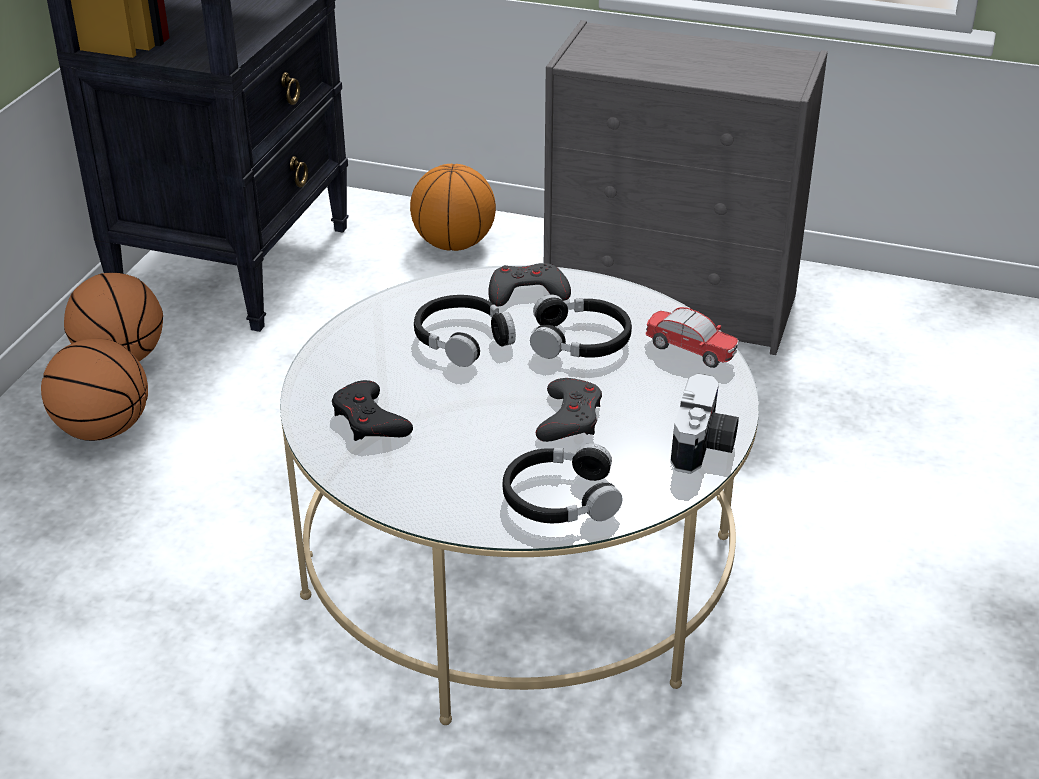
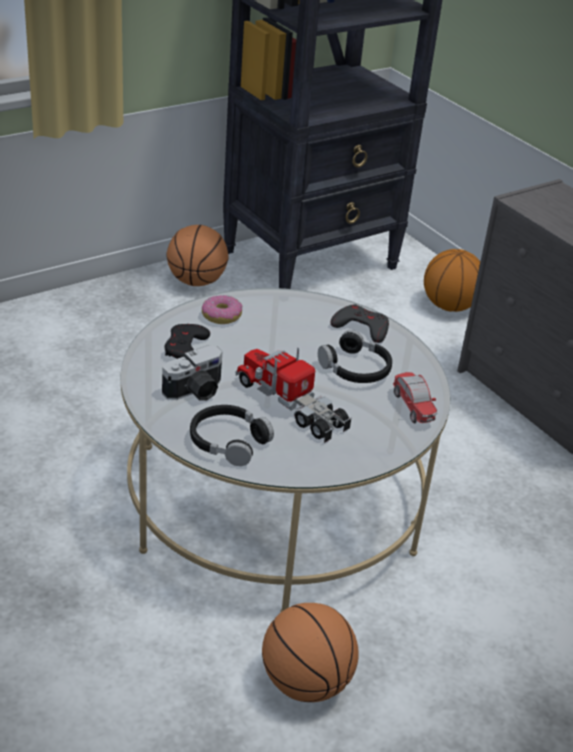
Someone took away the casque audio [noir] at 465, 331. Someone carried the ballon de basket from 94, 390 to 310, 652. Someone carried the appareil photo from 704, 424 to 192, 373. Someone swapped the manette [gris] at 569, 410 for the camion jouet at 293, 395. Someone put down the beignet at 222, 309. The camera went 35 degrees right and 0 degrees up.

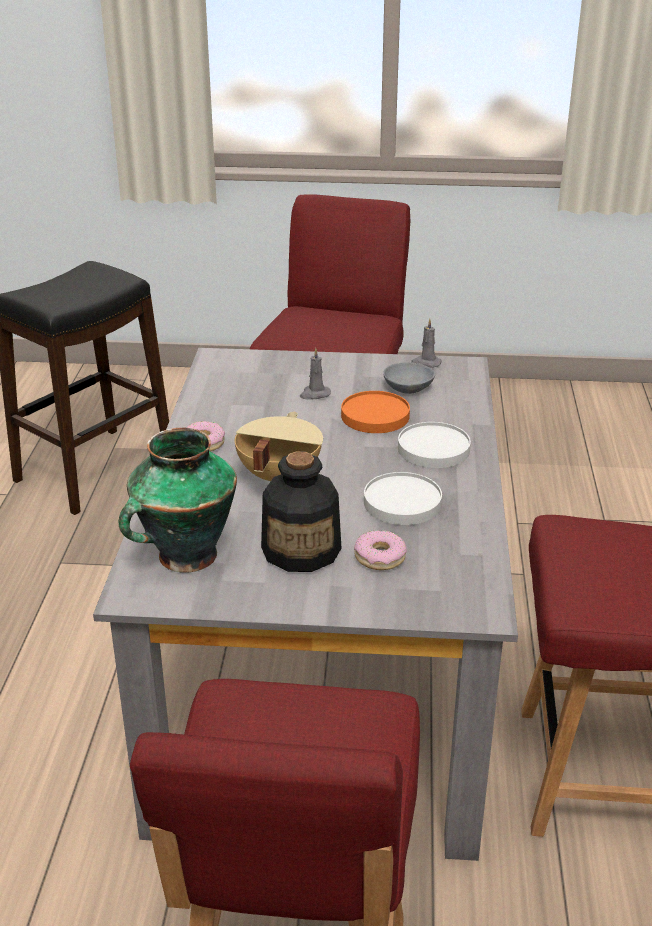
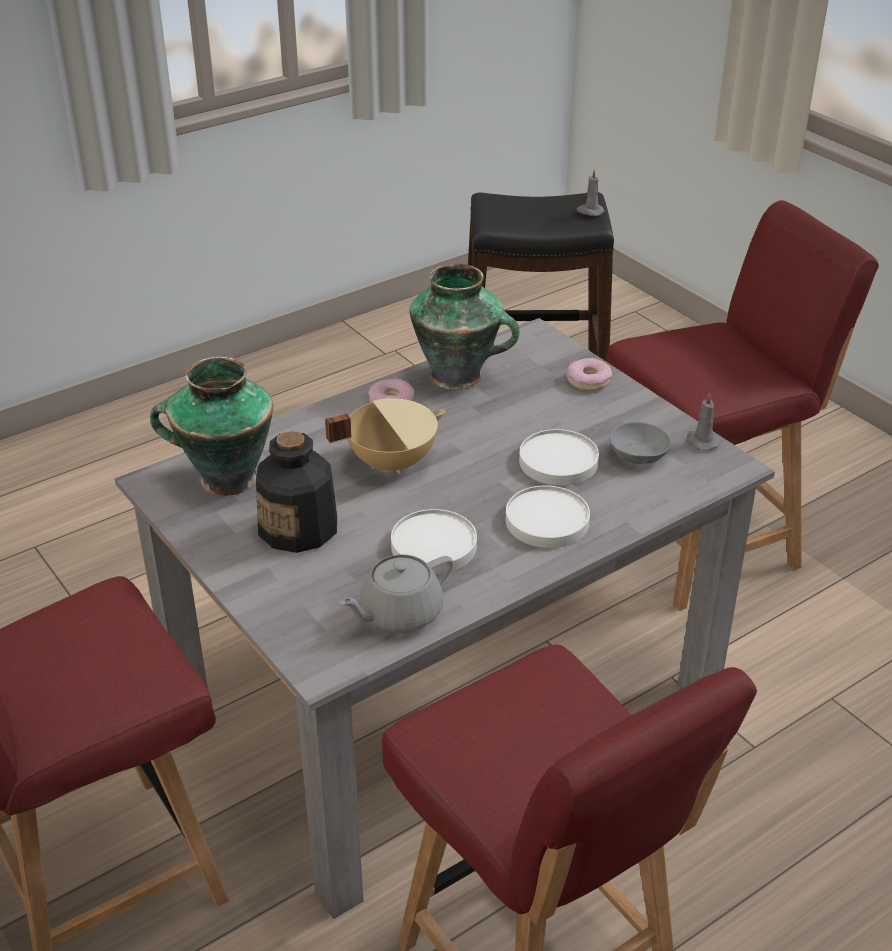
Someone carried the bougie [gris] from 315, 373 to 591, 192. Someone repainted the assiette [orange] at 375, 412, which became the assiette [blanc] at 559, 457. Someone carried the beignet from 380, 550 to 589, 374. Someone put down the vase at 464, 327. Someone put down the théière [gris] at 396, 594. The camera went 50 degrees right and 5 degrees up.

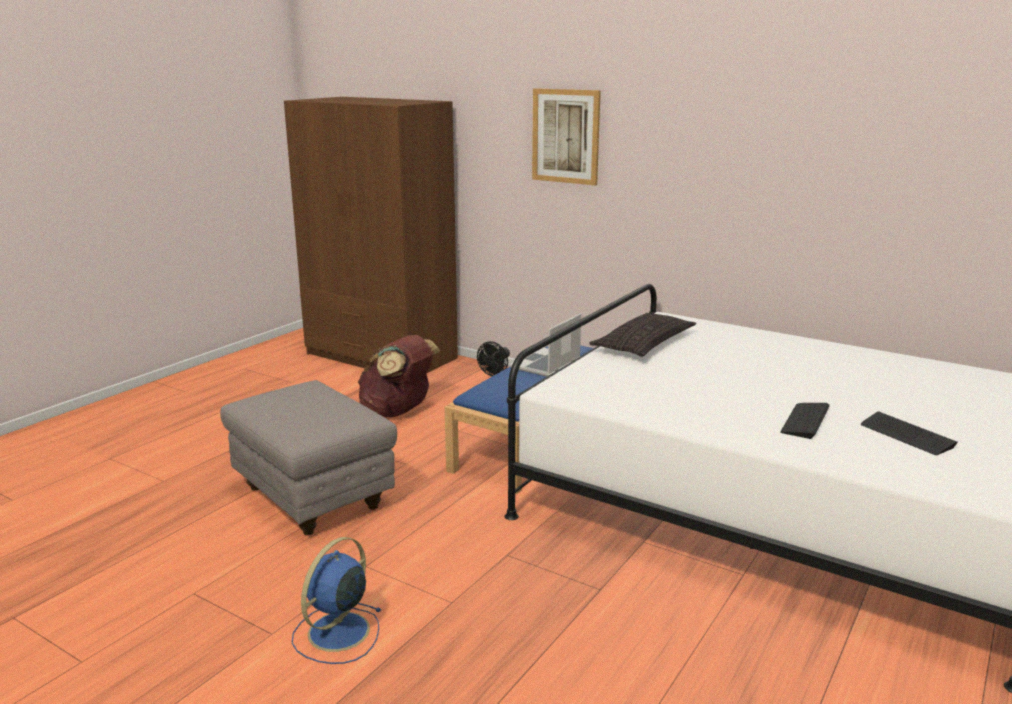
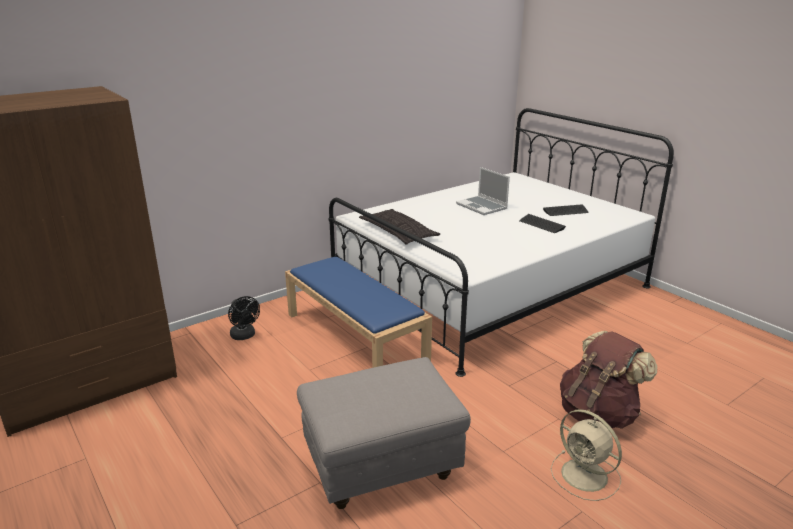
Someone took away the tableau at 566, 137. Someone carried the ordinateur portable from 545, 345 to 483, 191. Someone carried the sac à dos [marron] from 399, 376 to 608, 380. Someone repainted the ventilateur [bleu] at 336, 600, which became the ventilateur [beige] at 586, 455. The camera went 70 degrees left and 5 degrees up.

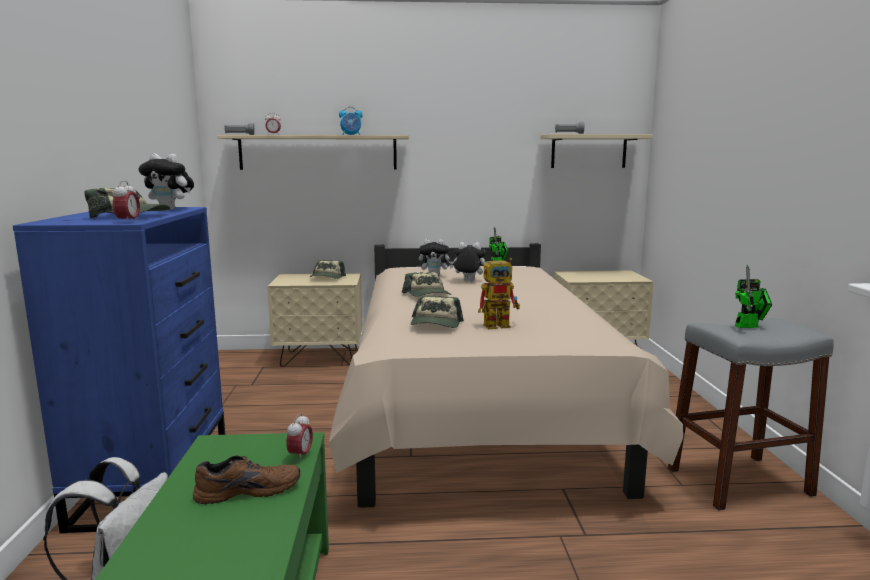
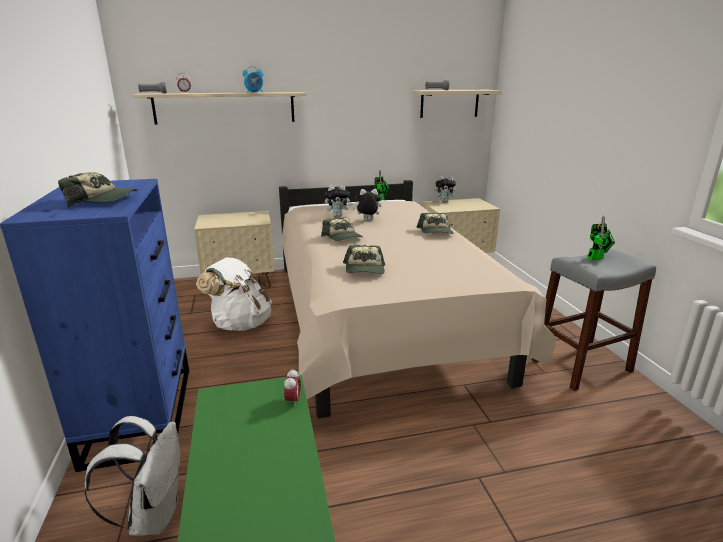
Someone carried the peluche from 166, 181 to 446, 189. Someone took away the réveil at 126, 202. Someone took away the robot jouet at 499, 293. Someone carried the casquette from 328, 269 to 435, 223. Someone took away the chaussure [marron] at 246, 479. Someone put down the sac à dos [blanc] at 234, 294. The camera went 10 degrees left and 10 degrees up.

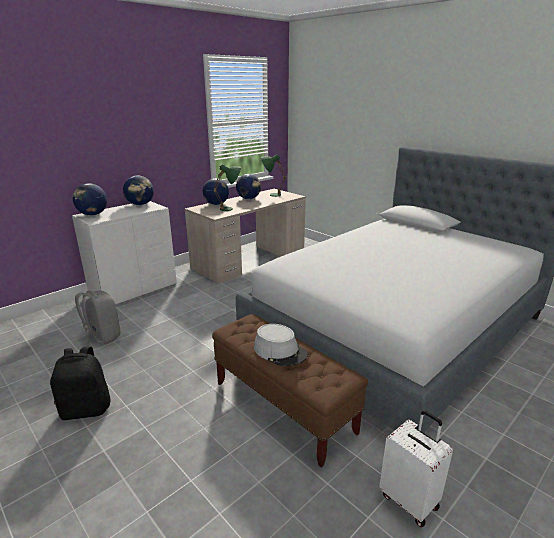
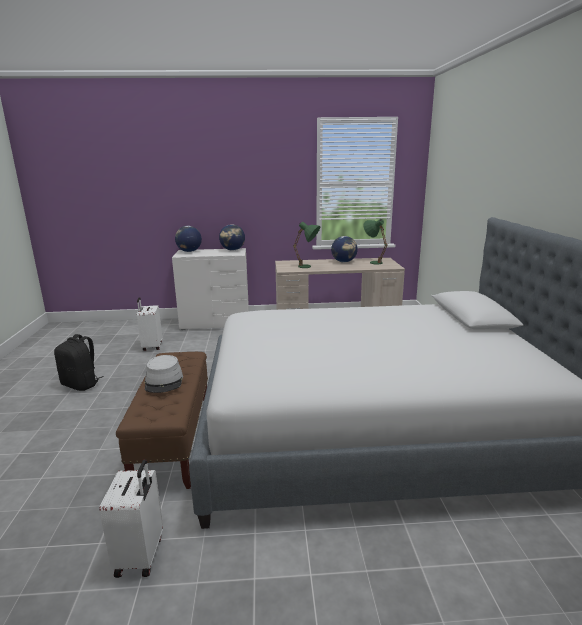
Someone took away the globe at 216, 191. Someone swapped the sac à dos [gris] at 97, 318 for the valise [blanc] at 149, 324. The camera went 40 degrees right and 5 degrees down.

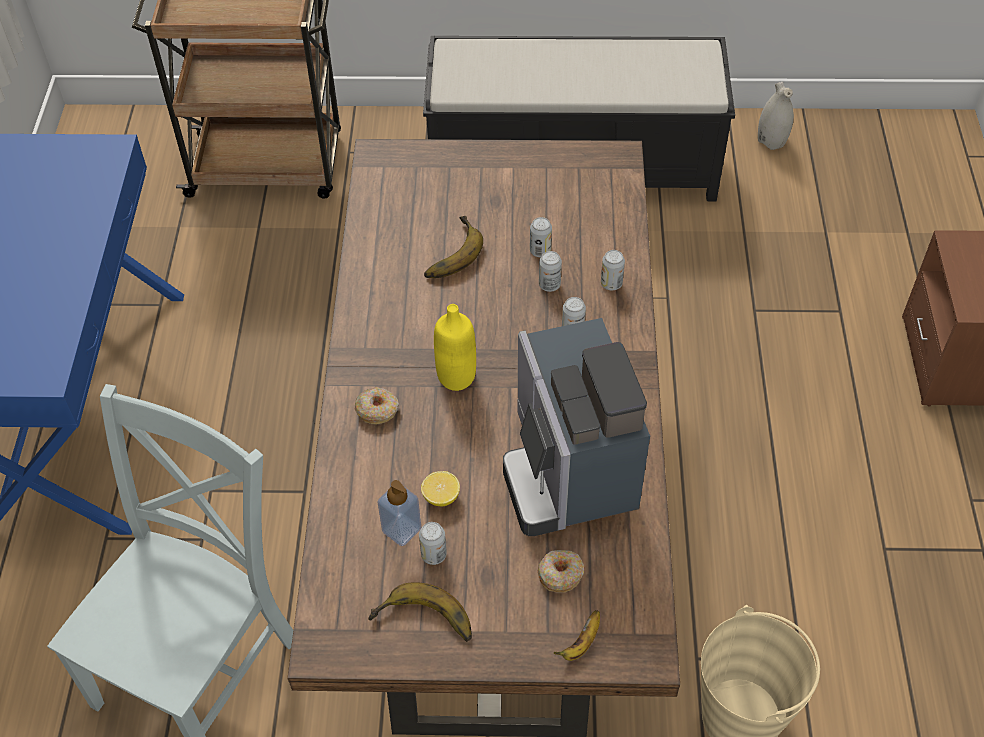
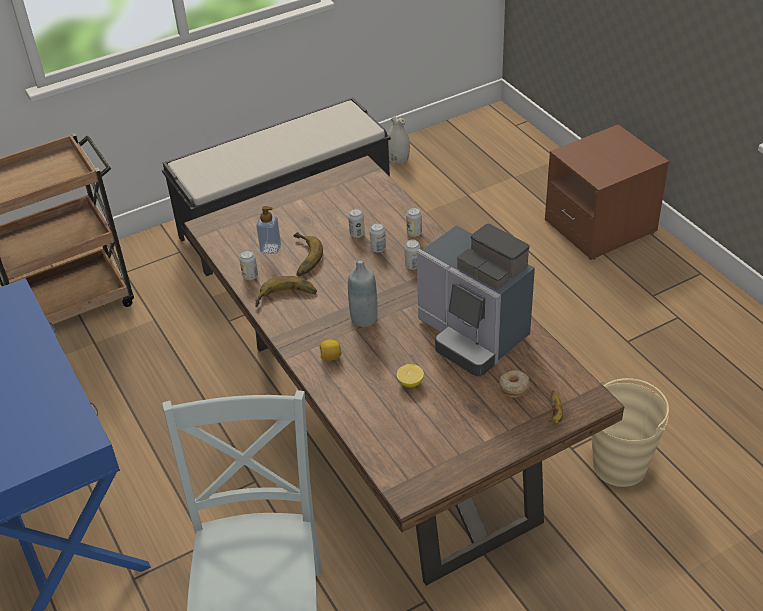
Someone repainted the bouteille [jaune] at 455, 347, which became the bouteille [gris] at 363, 292. Someone swapped the beignet at 377, 405 for the citron at 331, 350. Someone carried the distributeur de savon from 399, 513 to 268, 230. Someone carried the boîte métallique from 433, 543 to 248, 265. Someone carried the banane from 420, 612 to 286, 291. The camera went 30 degrees left and 10 degrees down.

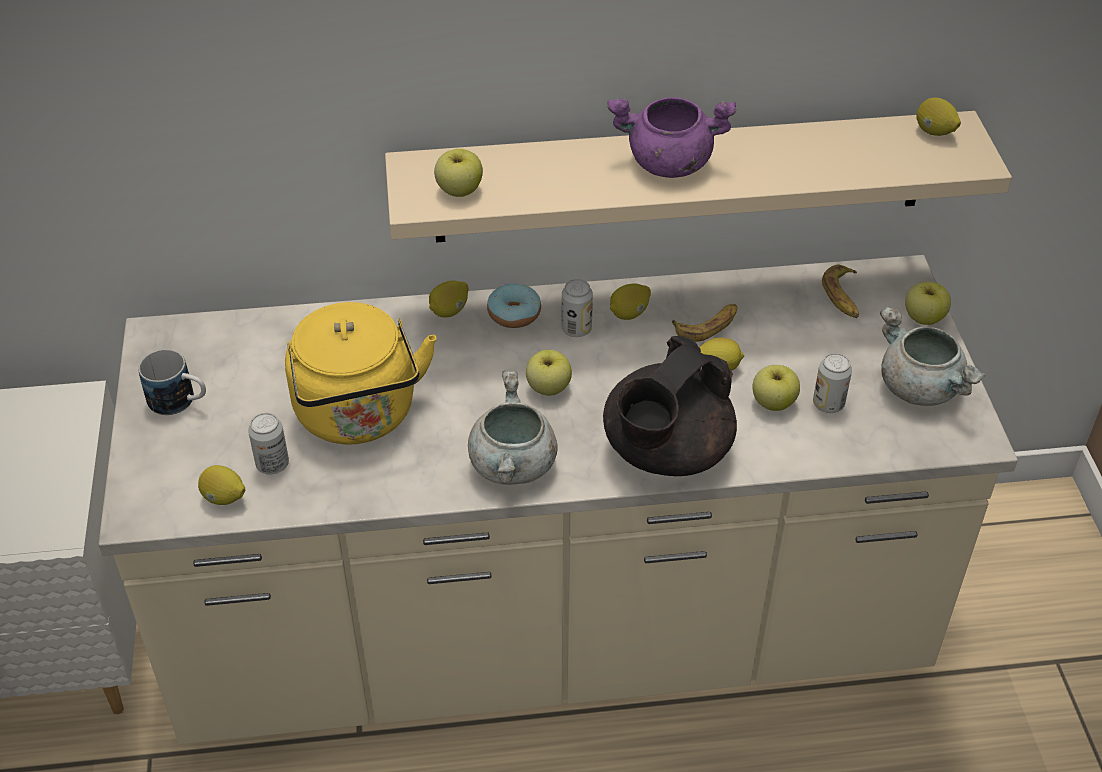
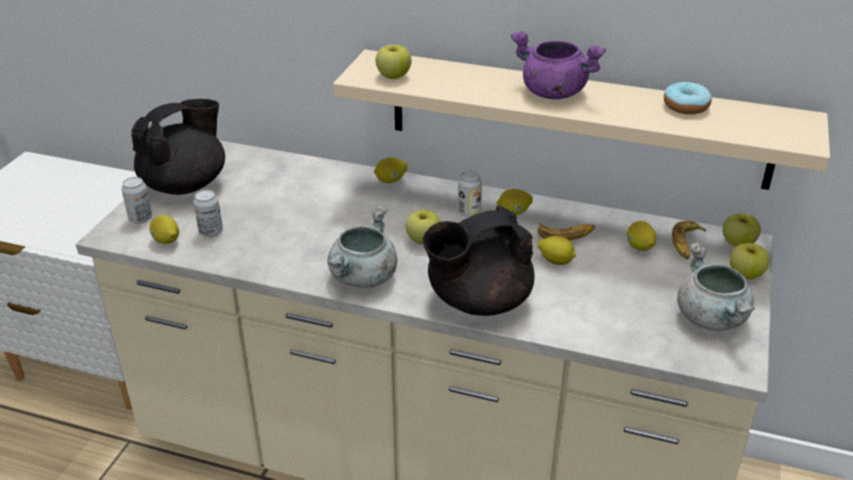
Someone carried the citron from 939, 117 to 641, 236. Someone carried the beignet from 514, 305 to 688, 97. Someone took away the bouilloire [jaune] at 360, 373. Someone swapped the mug at 172, 382 for the théière [noir] at 178, 147. Someone carried the boîte métallique from 832, 383 to 136, 200. Someone carried the pomme from 776, 388 to 742, 230. The camera went 25 degrees right and 10 degrees down.

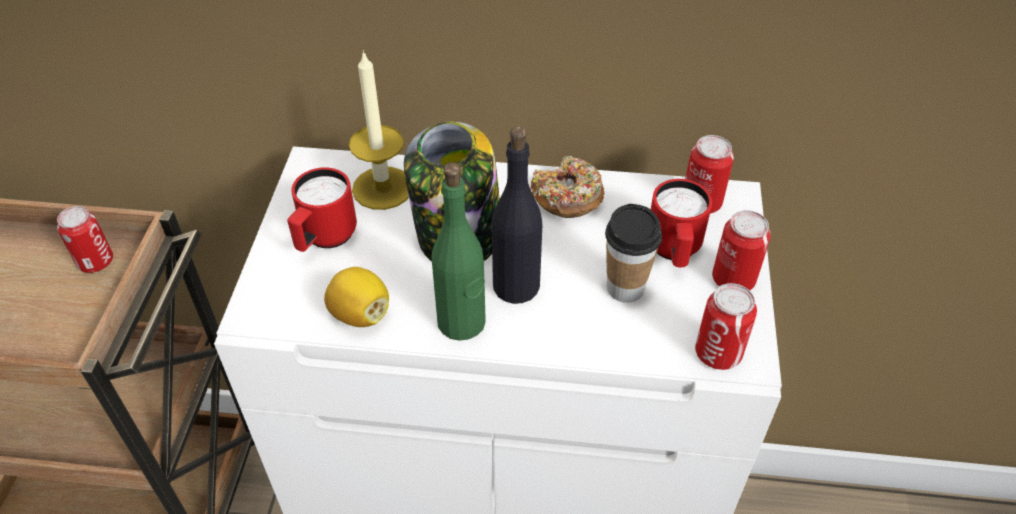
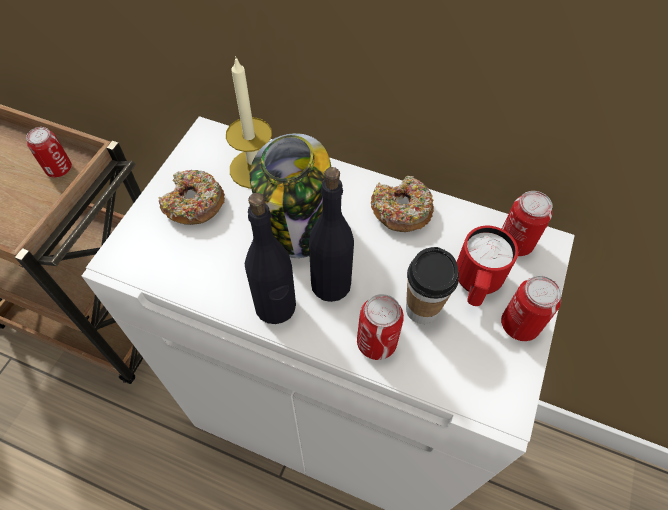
Someone repainted the bouteille [vert] at 459, 251, which became the bouteille [noir] at 270, 258. Someone swapped the mug [rouge] at 322, 210 for the beignet at 191, 197. Someone took away the citron at 356, 297. Someone carried the boîte métallique from 726, 326 to 380, 327. The camera went 15 degrees right and 10 degrees up.

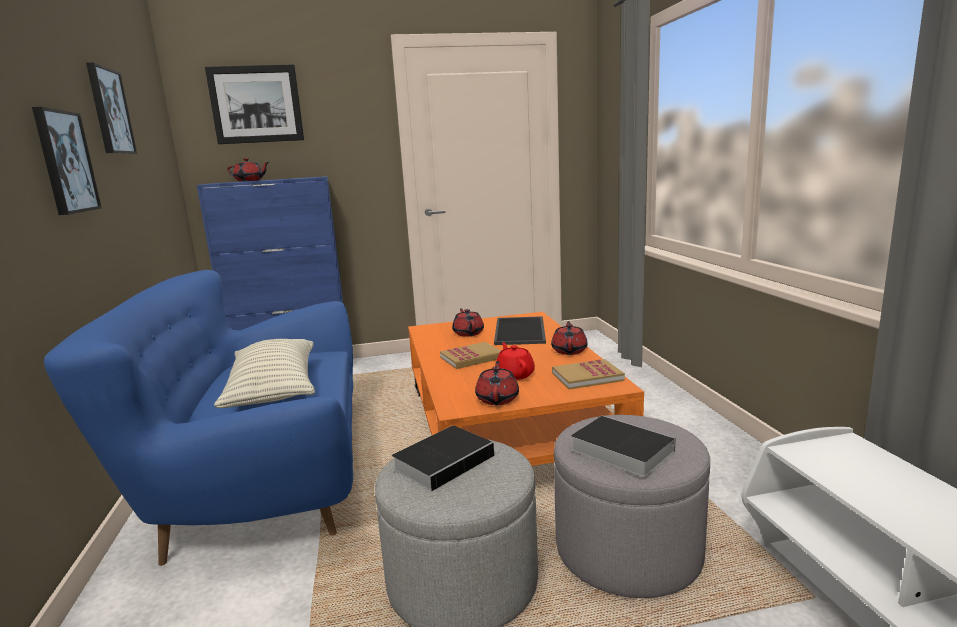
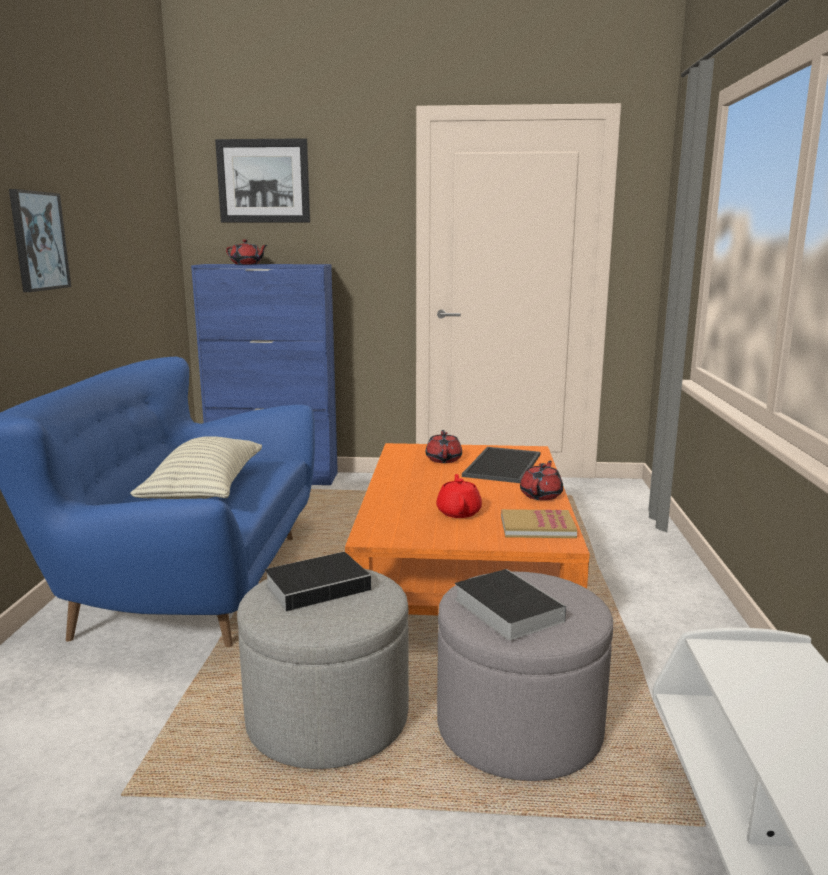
Someone took away the tableau at 111, 108. Someone took away the livre at 470, 355. Someone took away the théière [rouge] at 497, 383. The camera went 15 degrees right and 0 degrees up.

